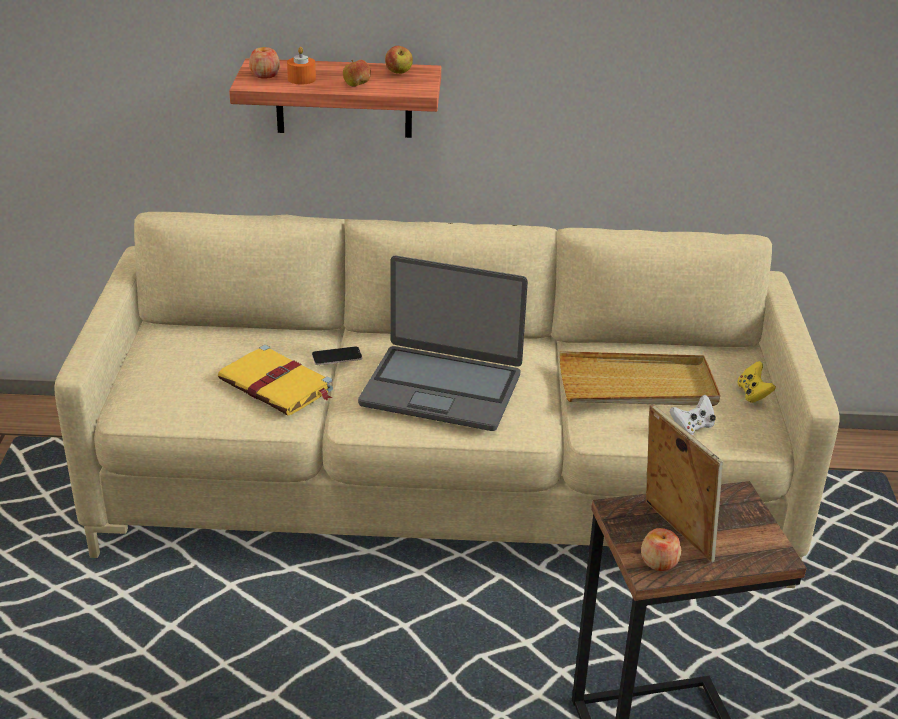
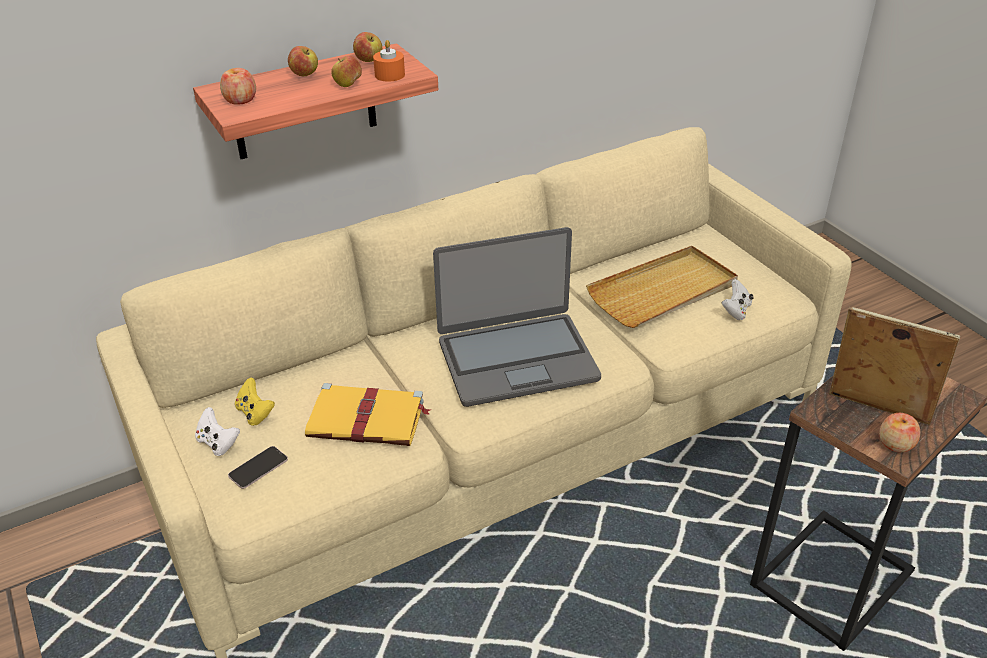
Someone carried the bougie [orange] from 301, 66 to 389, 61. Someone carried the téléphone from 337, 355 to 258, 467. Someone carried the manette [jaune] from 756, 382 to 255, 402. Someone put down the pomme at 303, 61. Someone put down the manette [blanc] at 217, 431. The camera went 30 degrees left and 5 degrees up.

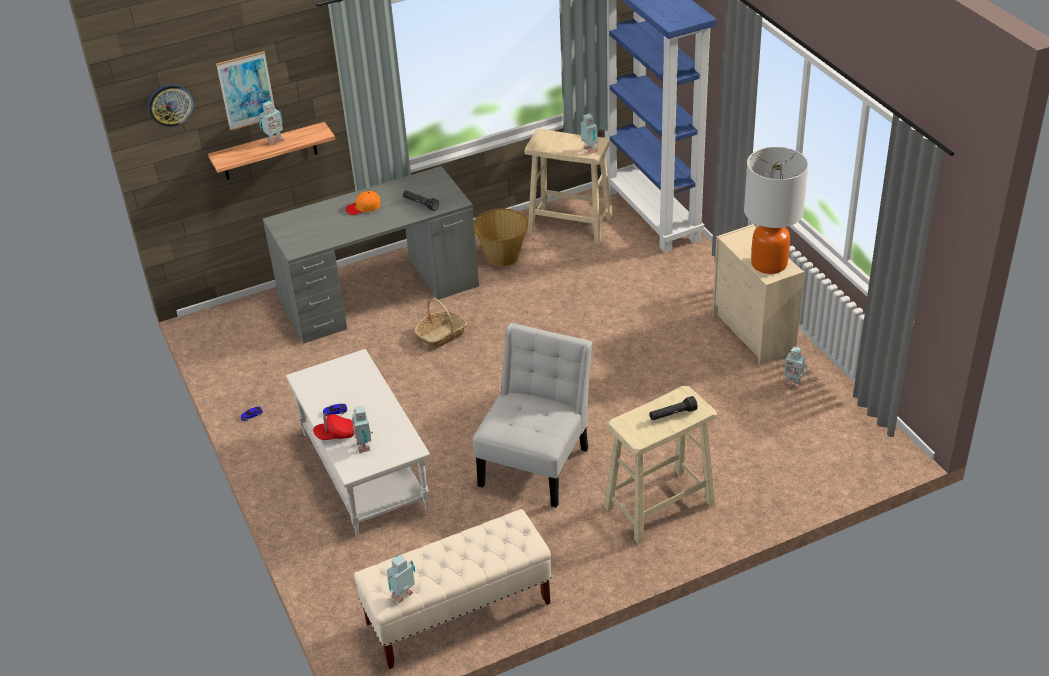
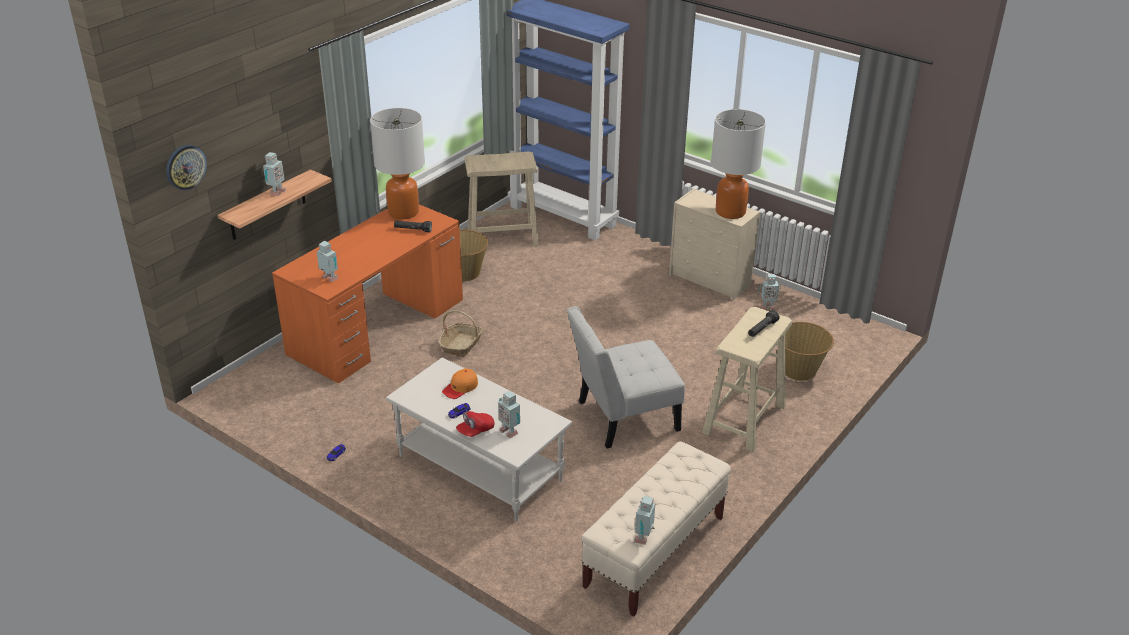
Someone took away the tableau at 245, 91. Someone carried the robot jouet from 589, 133 to 328, 261. Someone repainted the bureau [gris] at 371, 254, which became the bureau [orange] at 367, 293. Someone carried the casquette [orange] from 363, 203 to 460, 384. Someone rotated the chaise [blanc] at 532, 415 by 105 degrees counterclockwise. Someone put down the lampe de table at 397, 163. Someone put down the panier at 809, 351. The camera went 30 degrees left and 5 degrees down.

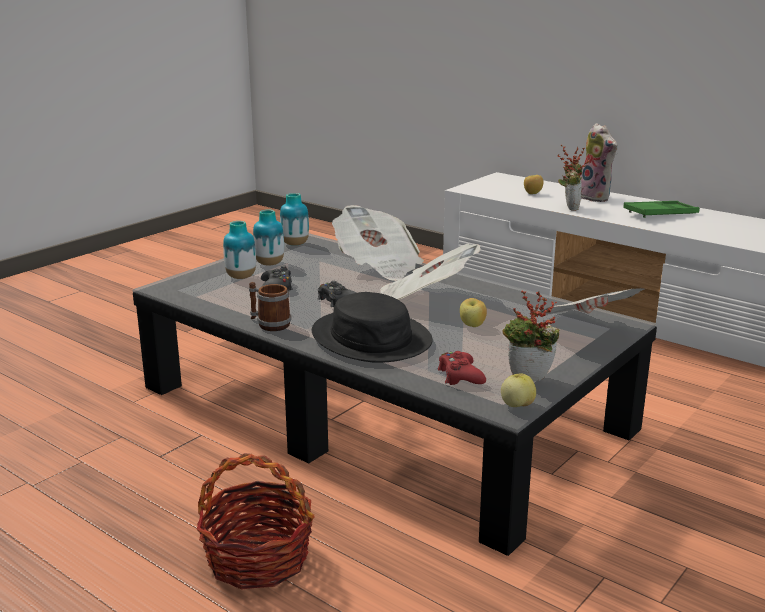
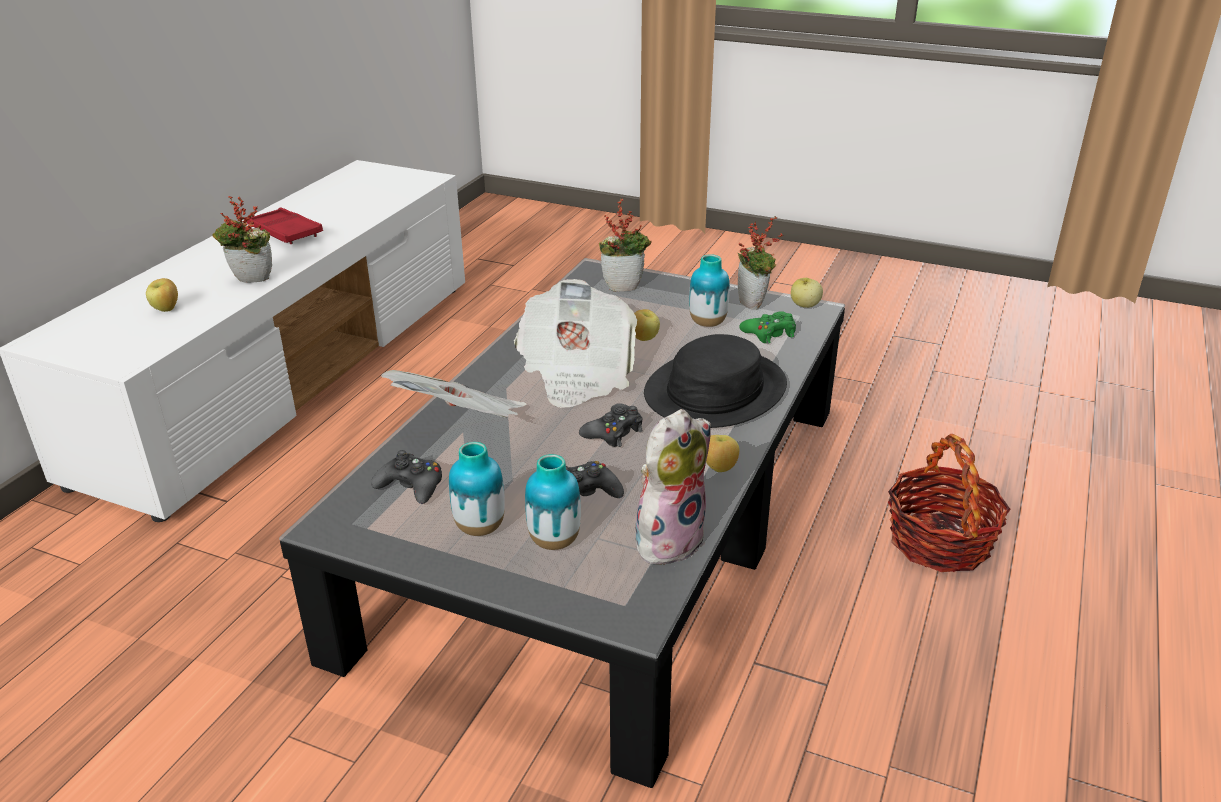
Someone carried the peluche from 598, 162 to 673, 487. Someone carried the vase from 294, 219 to 709, 290. Someone repainted the plateau [vert] at 661, 209, which became the plateau [rouge] at 285, 226. Someone swapped the mug at 270, 306 for the pomme at 722, 453. Someone swapped the journal at 587, 302 for the plante en pot at 625, 245. Someone repainted the manette [rouge] at 462, 368, which became the manette [vert] at 767, 327. Someone put down the manette [noir] at 406, 477. The camera went 105 degrees left and 10 degrees up.

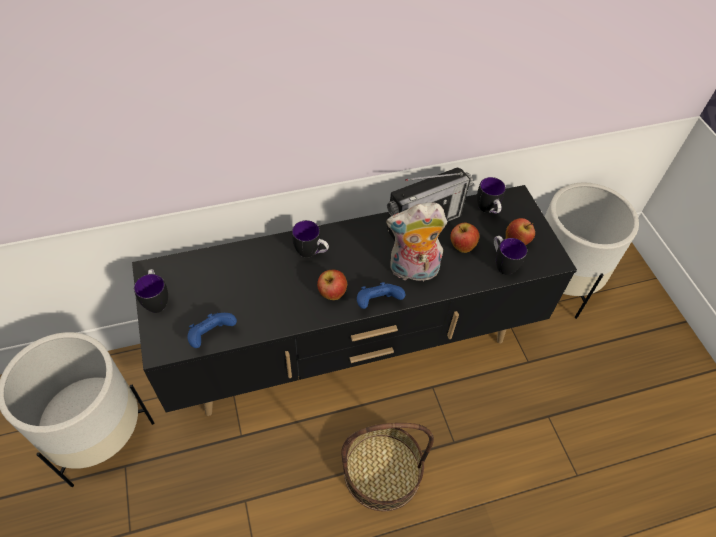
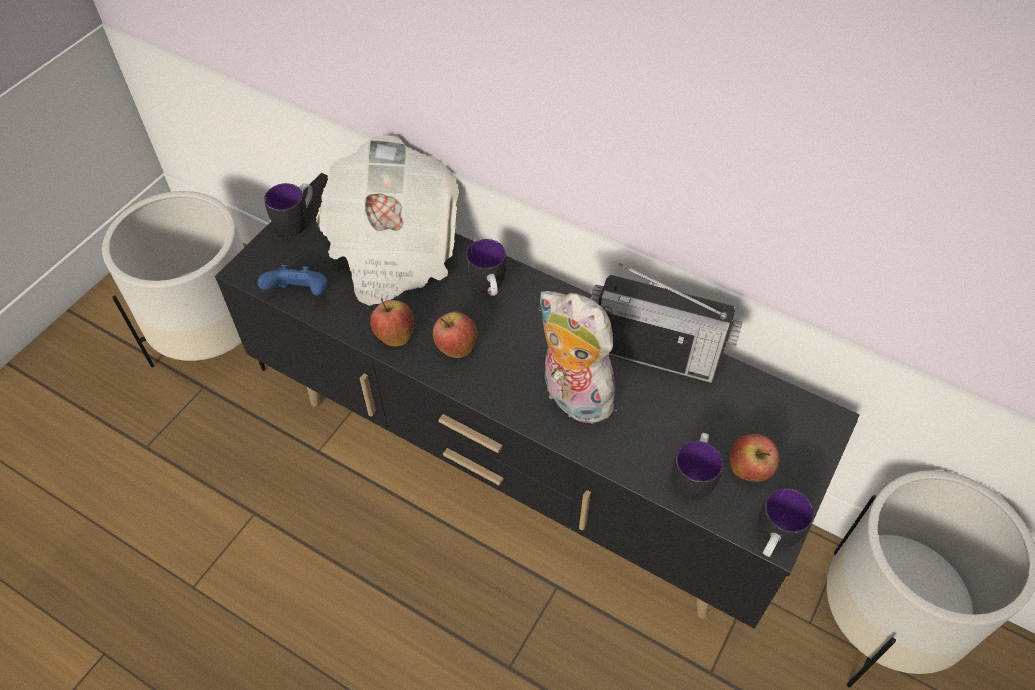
Someone carried the mug from 491, 195 to 786, 522. Someone carried the pomme from 464, 238 to 392, 322. Someone took away the manette [bleu] at 381, 295. Someone took away the panier at 387, 467. Someone put down the journal at 387, 220. The camera went 50 degrees right and 0 degrees up.

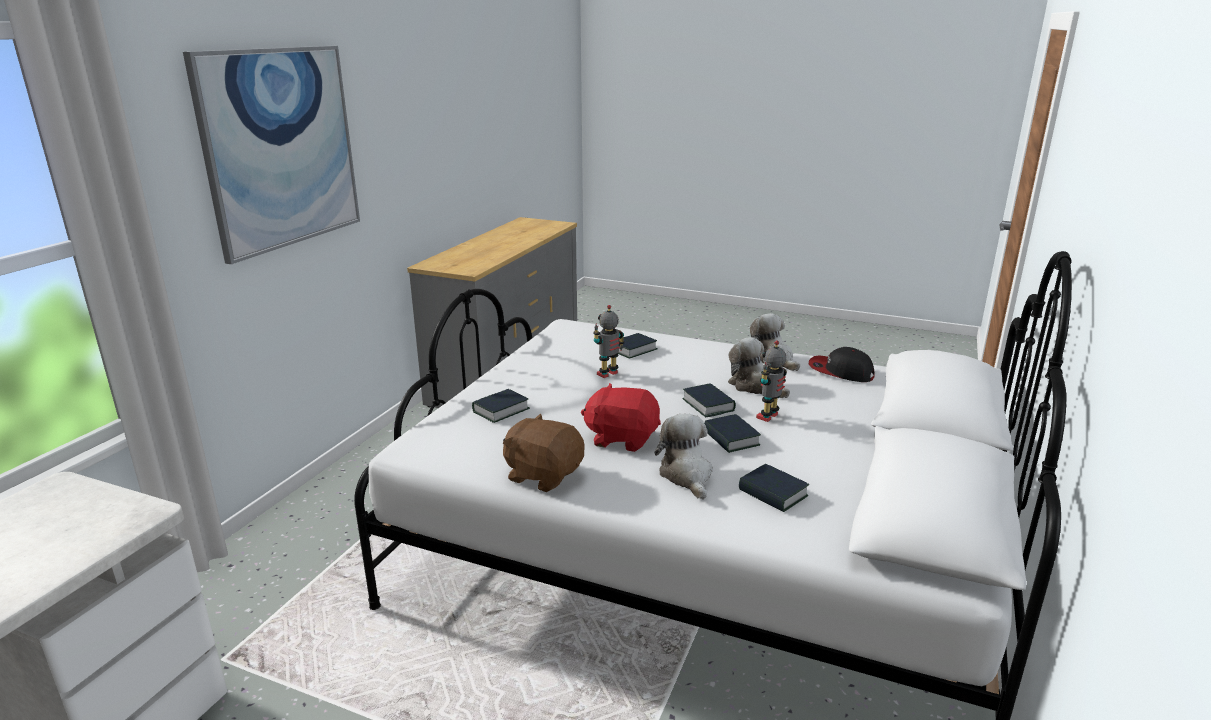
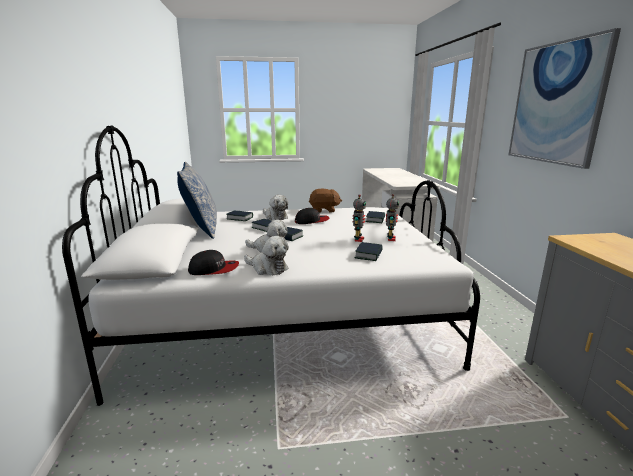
Someone carried the robot jouet from 771, 381 to 392, 217. Someone swapped the peluche [rouge] at 621, 417 for the casquette at 312, 216. Someone put down the coussin at 197, 200. The camera went 150 degrees right and 5 degrees down.

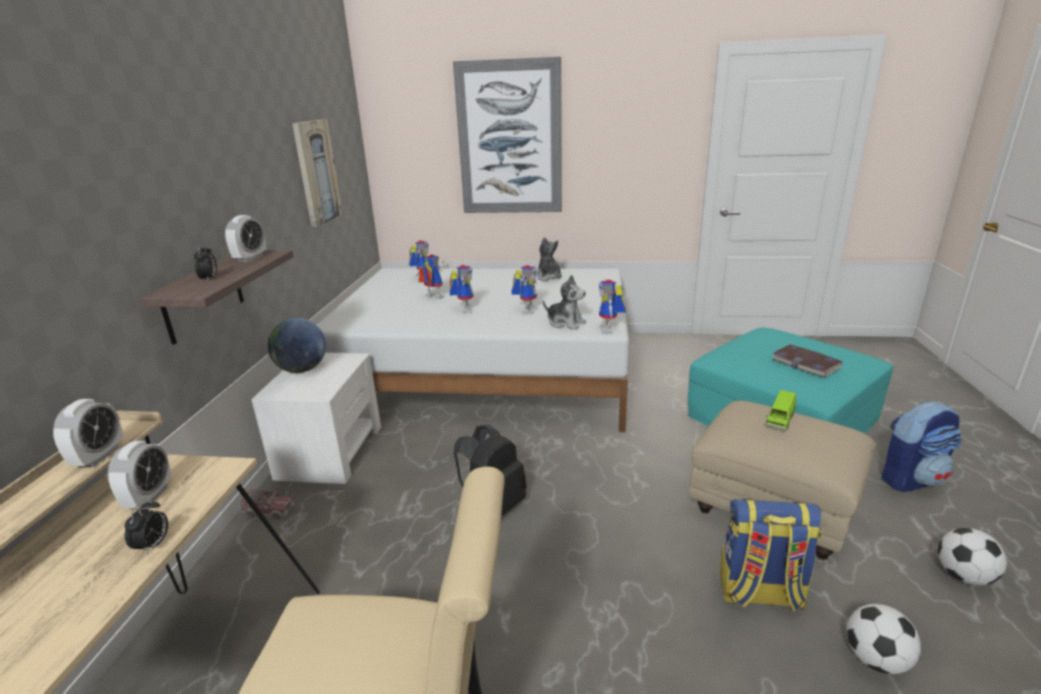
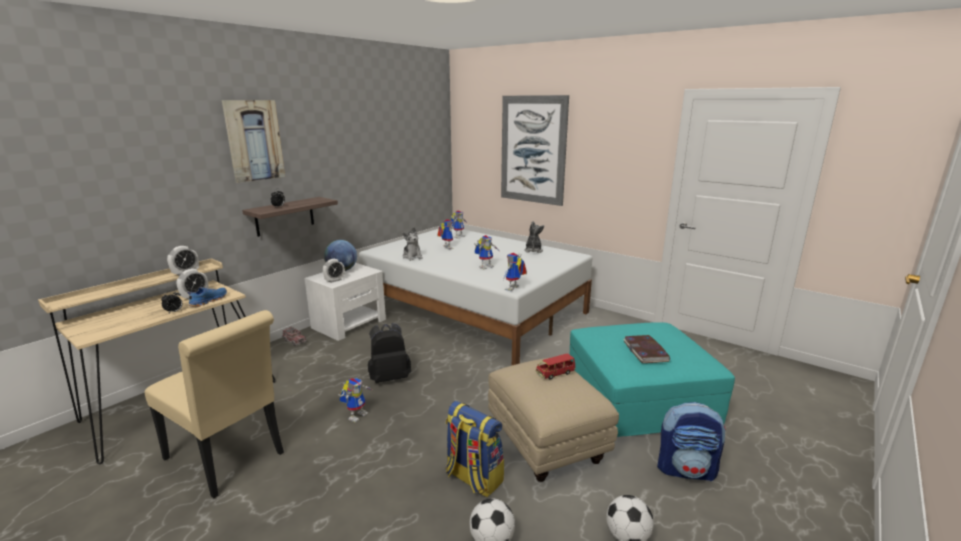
Someone carried the tableau from 317, 173 to 253, 141. Someone carried the réveil from 245, 238 to 334, 271. Someone carried the robot jouet from 462, 289 to 355, 400. Someone carried the peluche from 564, 302 to 413, 244. Someone repainted the petite voiture [vert] at 781, 410, which became the petite voiture [rouge] at 556, 366. Someone put down the chaussure [bleu] at 207, 297. The camera went 30 degrees right and 5 degrees down.

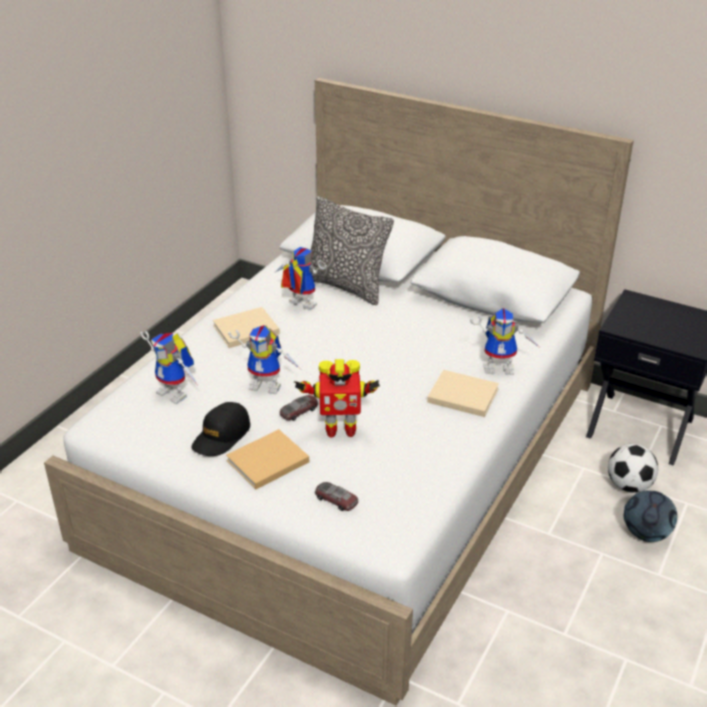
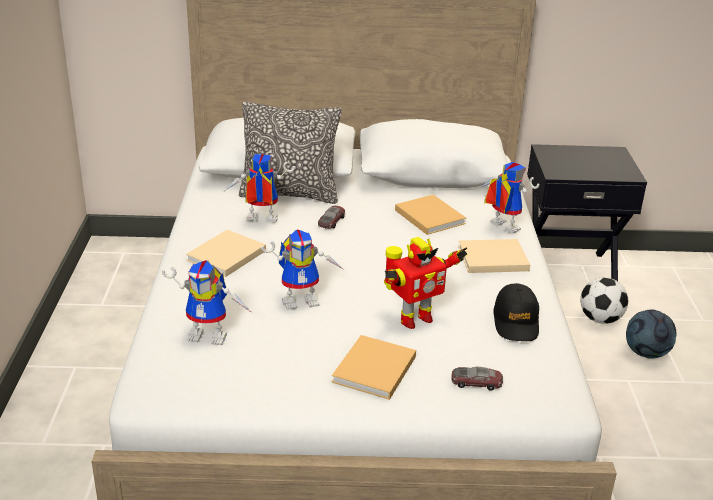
Someone rotated the robot jouet at 504, 341 by 105 degrees counterclockwise. Someone carried the petite voiture from 298, 408 to 331, 217. Someone carried the casquette [noir] from 220, 429 to 516, 312. Someone put down the livre [beige] at 430, 215. The camera went 30 degrees left and 5 degrees down.

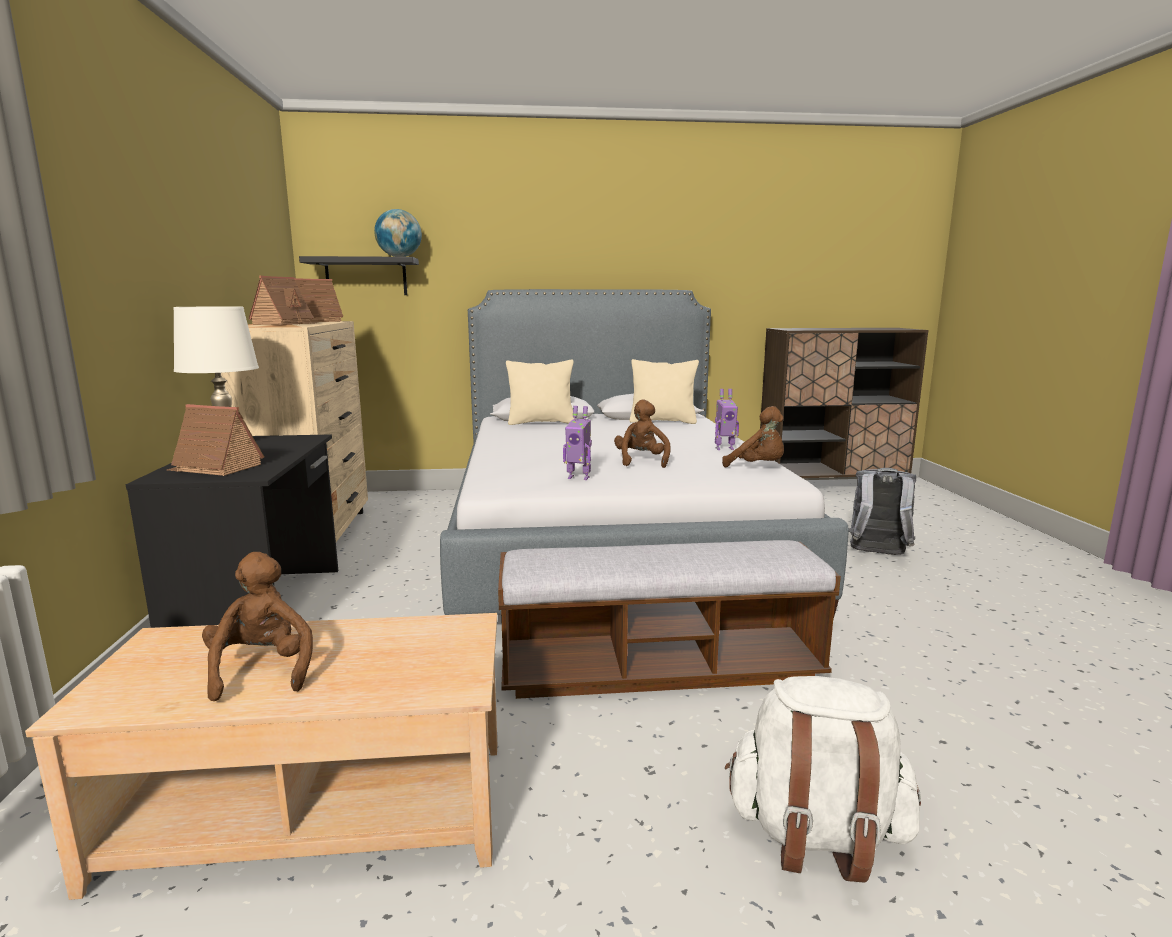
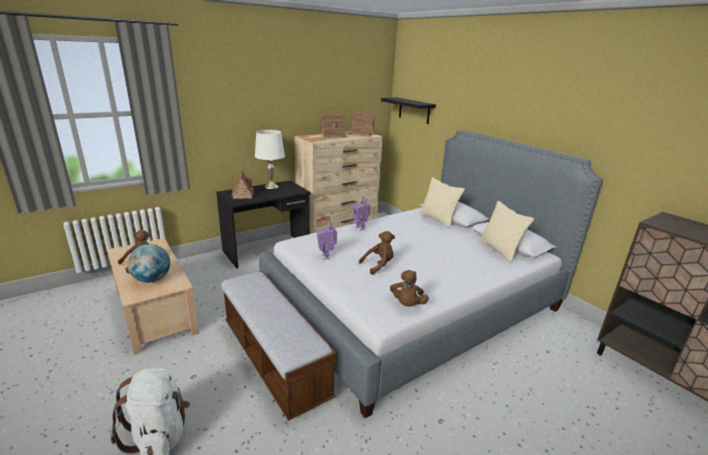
Someone carried the globe from 398, 233 to 148, 263. Someone carried the robot jouet from 727, 419 to 361, 213. Someone took away the sac à dos [gris] at 882, 511. The camera went 60 degrees right and 10 degrees up.

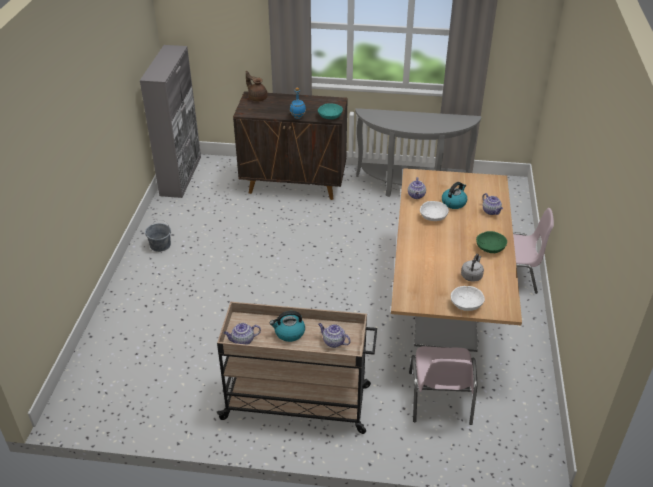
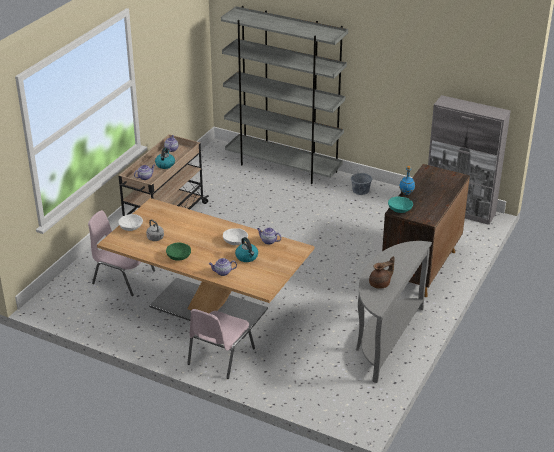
Someone carried the théière [marron] from 257, 86 to 382, 272. Someone put down the bibliothèque [gris] at 284, 95. The camera went 110 degrees right and 5 degrees down.

